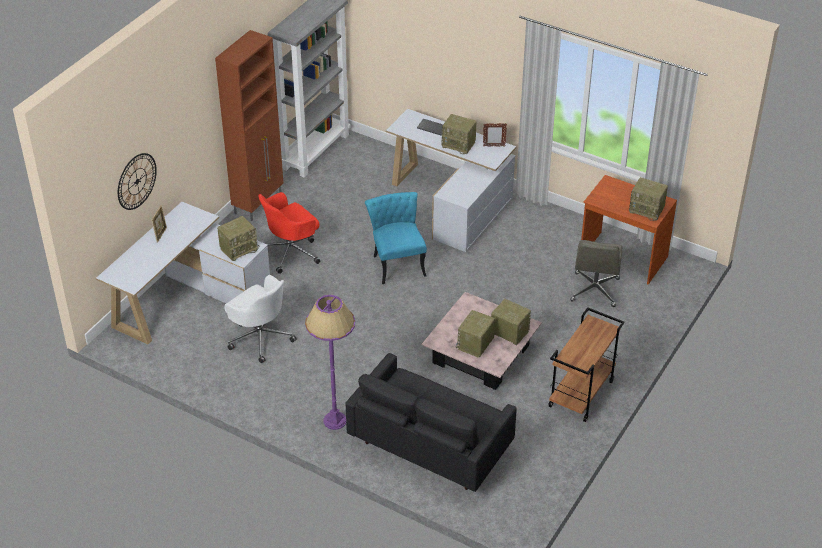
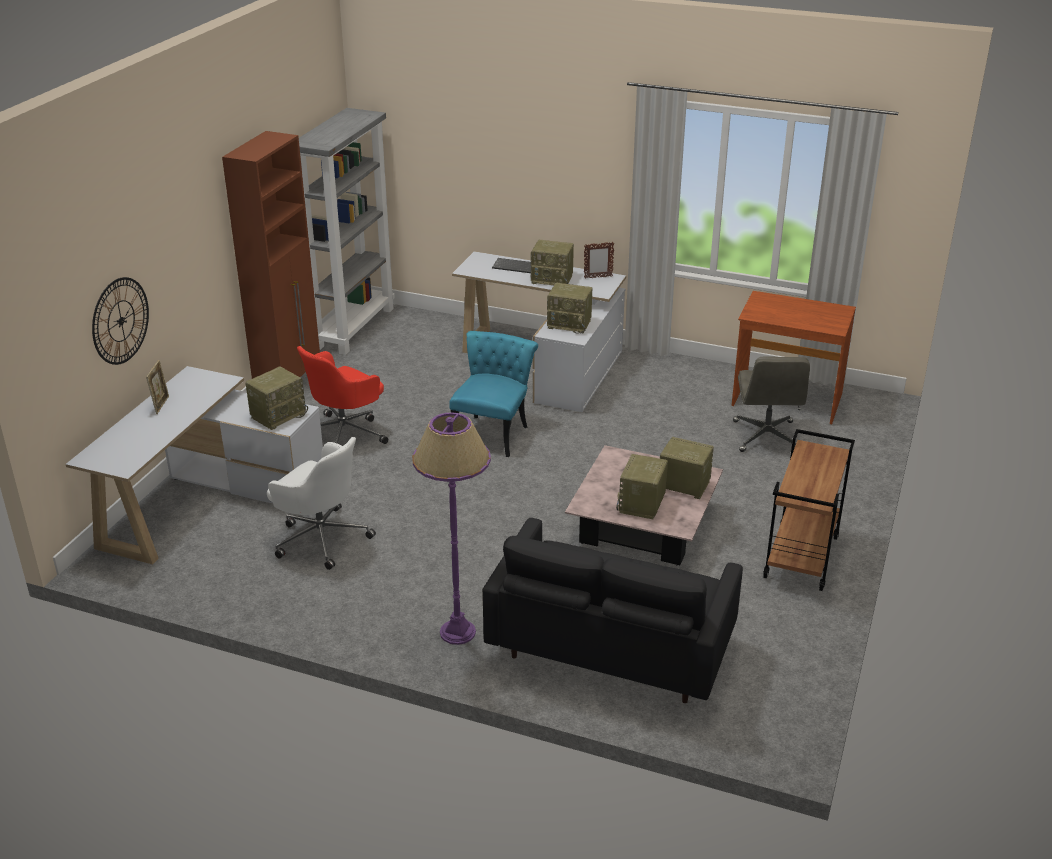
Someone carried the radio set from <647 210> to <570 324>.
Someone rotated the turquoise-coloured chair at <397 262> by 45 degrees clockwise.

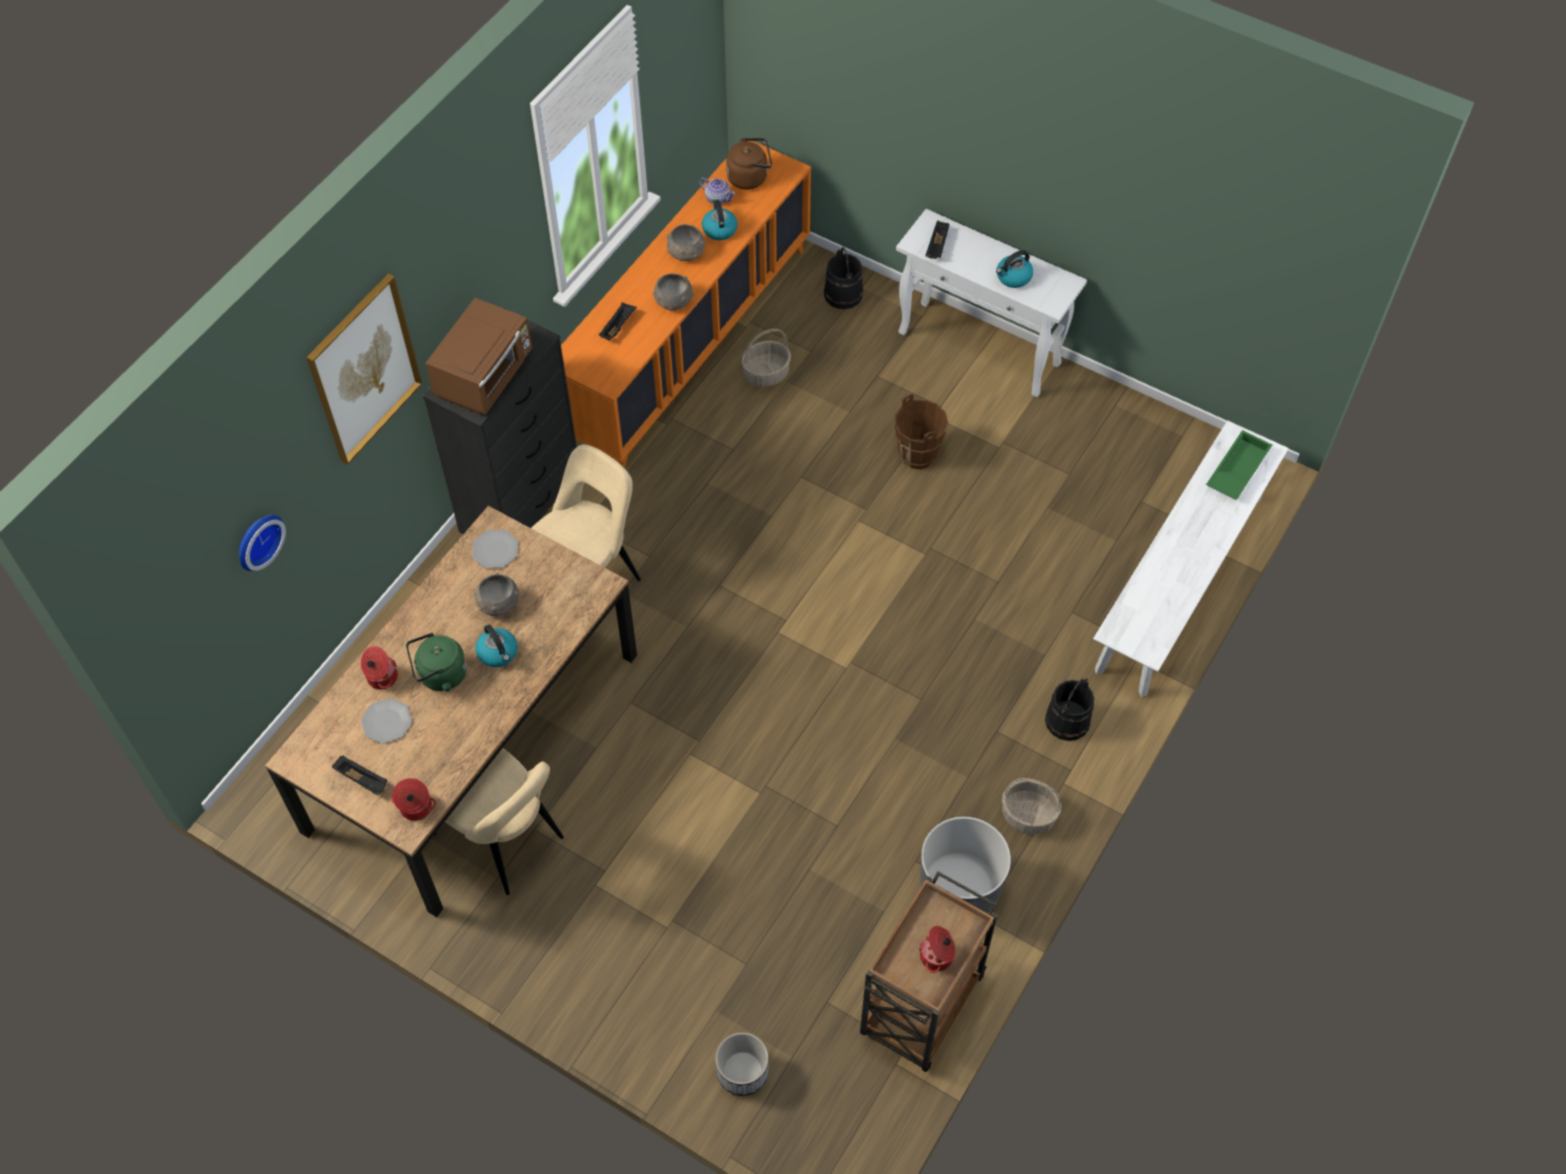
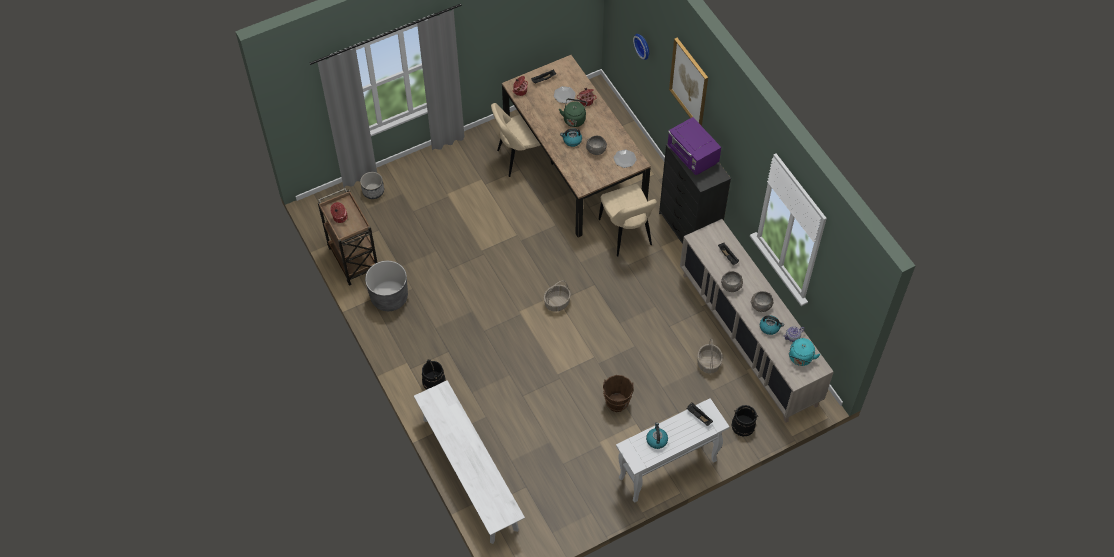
Someone took away the green carrying tray at <1236 469>.
Someone carried the storage basket from <1029 815> to <557 303>.
Someone repainted the brown-coloured microwave at <486 376>, which became the purple-coloured microwave at <692 156>.
Someone repainted the orange storage cabinet at <687 344>, which became the beige storage cabinet at <748 338>.
Someone repainted the brown-coloured kettle at <750 177>, which became the turquoise-coloured kettle at <800 358>.

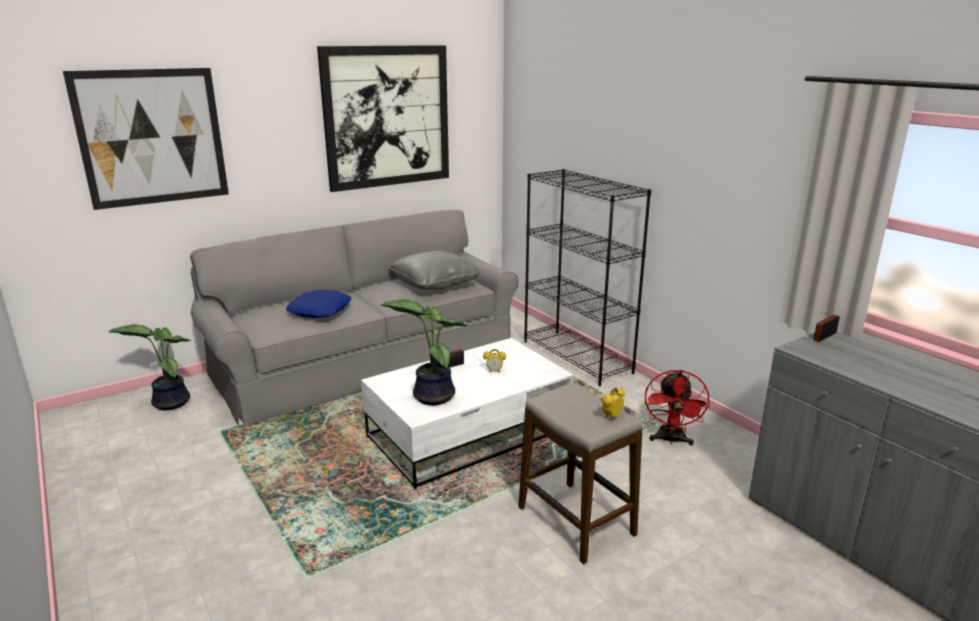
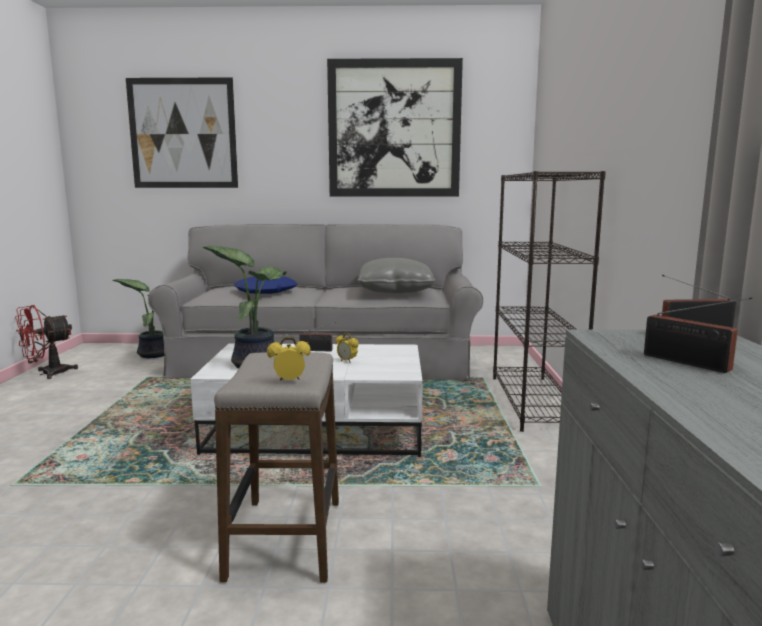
Someone put down the radio set at <690 363>.
Someone carried the red fan from <671 440> to <47 374>.

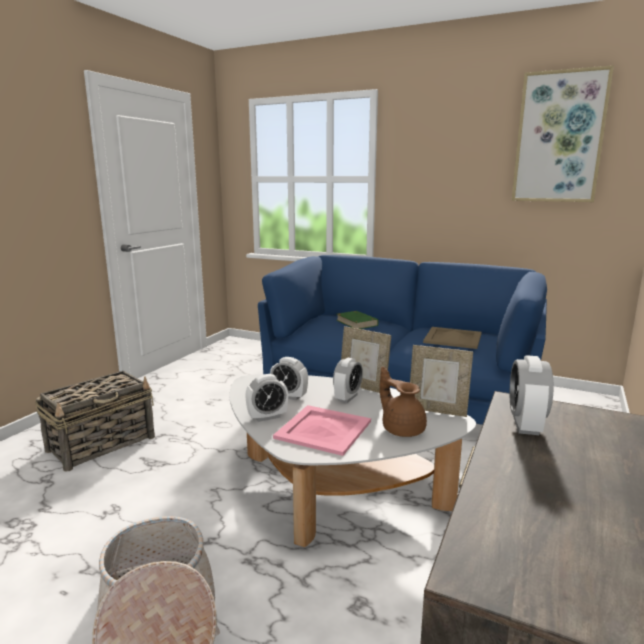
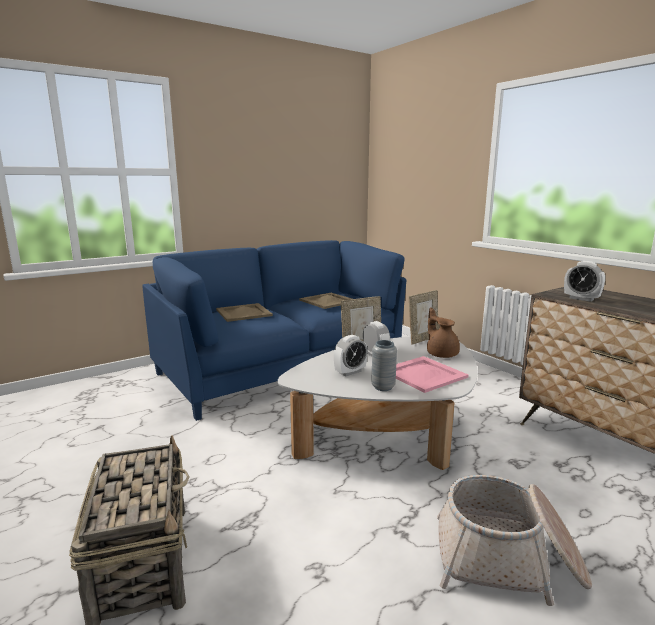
Someone took away the wall picture at <559 137>.
Someone swapped the table clock at <267 417> for the grey flower vase at <383 387>.
Someone swapped the green bound book at <356 323> for the beige carrying tray at <244 312>.
Someone rotated the brown-coloured pot for tea at <402 429> by 75 degrees clockwise.

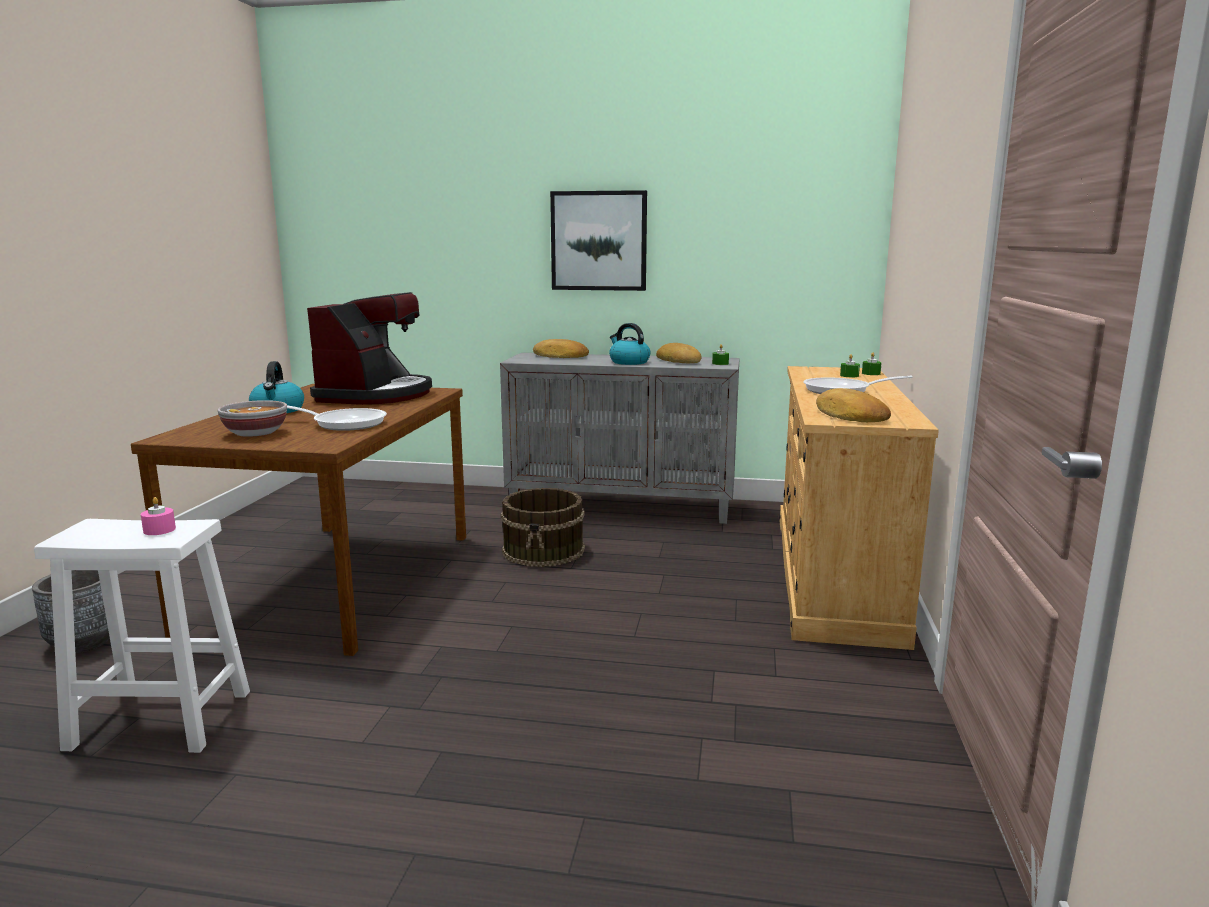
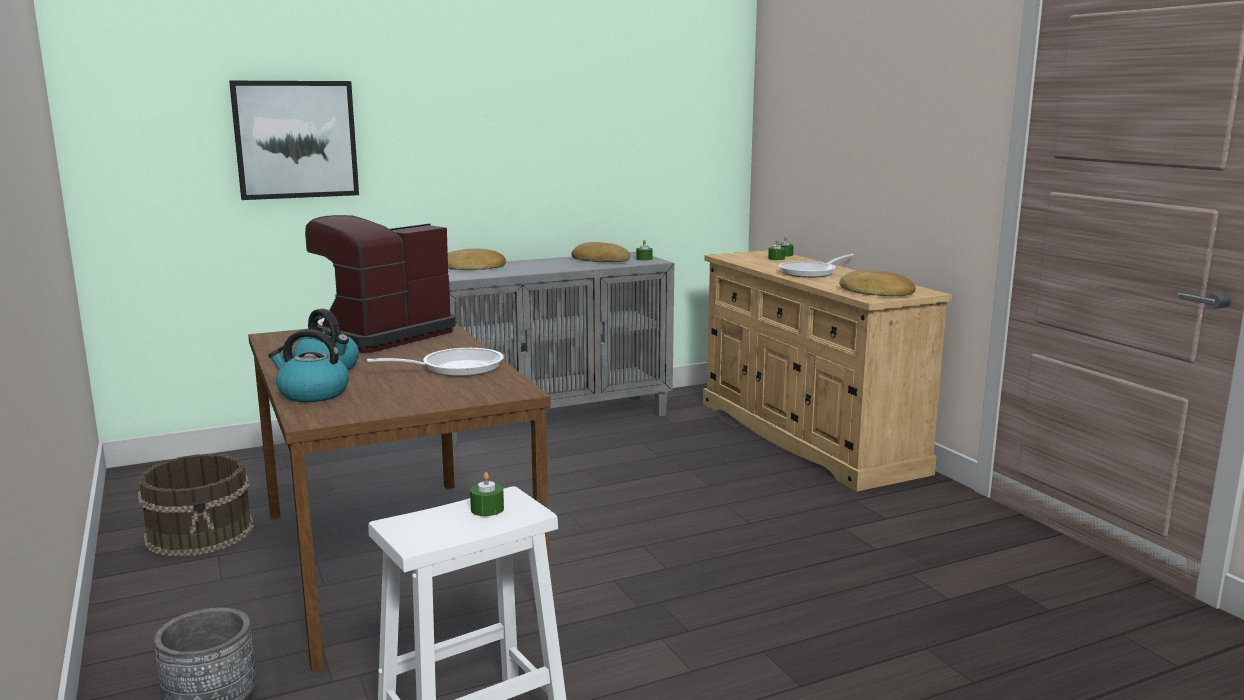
Someone took away the bowl at <256 433>.
Someone carried the brown-coloured bucket from <544 550> to <201 532>.
Someone carried the wall picture from <599 241> to <295 139>.
Someone carried the kettle from <628 362> to <312 394>.
Someone repainted the pink candle at <159 530>, which became the green candle at <487 509>.
Someone rotated the coffee brewer at <376 395> by 120 degrees counterclockwise.

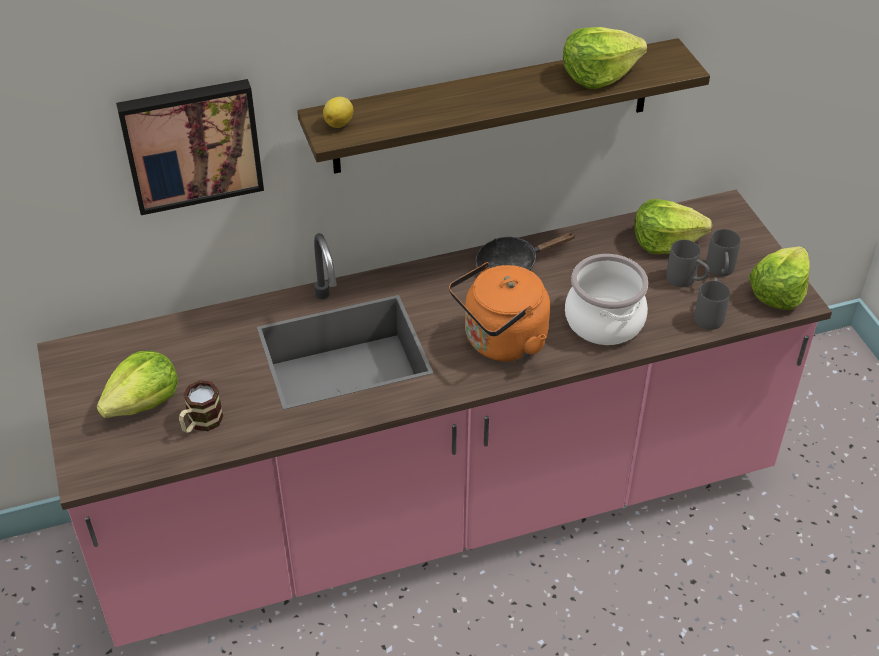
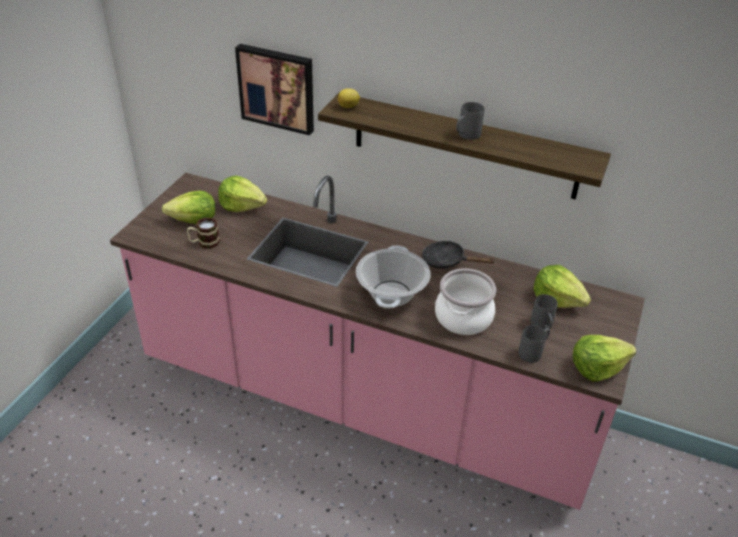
Someone carried the lettuce head from <598 75> to <242 206>.
Someone carried the grey tea mug from <720 272> to <466 136>.
Someone swapped the orange kettle at <501 342> for the cooking pot at <391 293>.

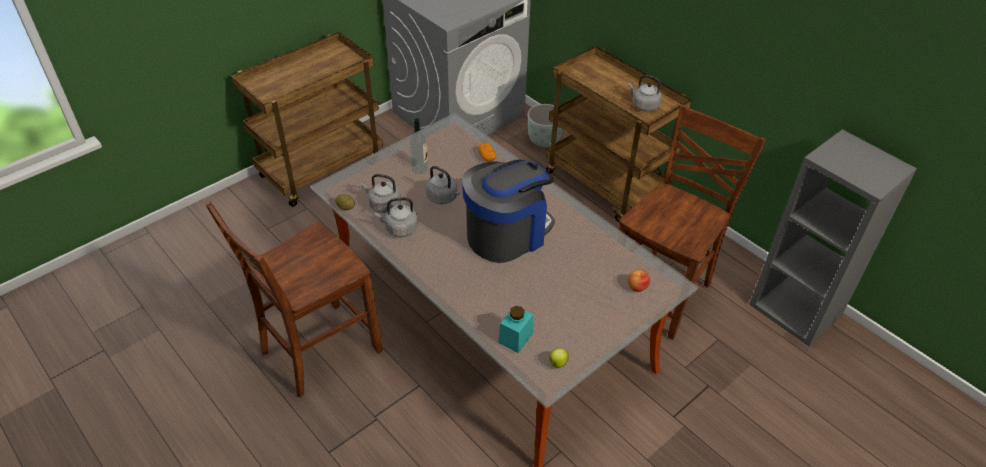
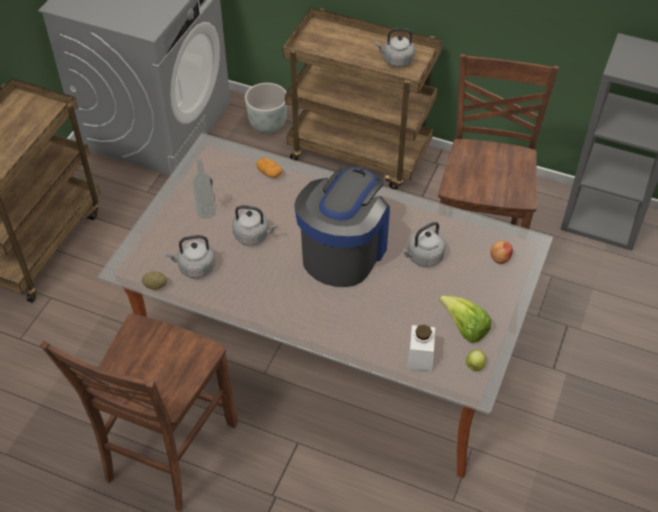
Someone put down the lettuce head at <464 328>.
Someone carried the grey kettle from <399 229> to <423 257>.
Someone repainted the turquoise-coloured jar at <515 337>, which became the white-coloured jar at <420 357>.

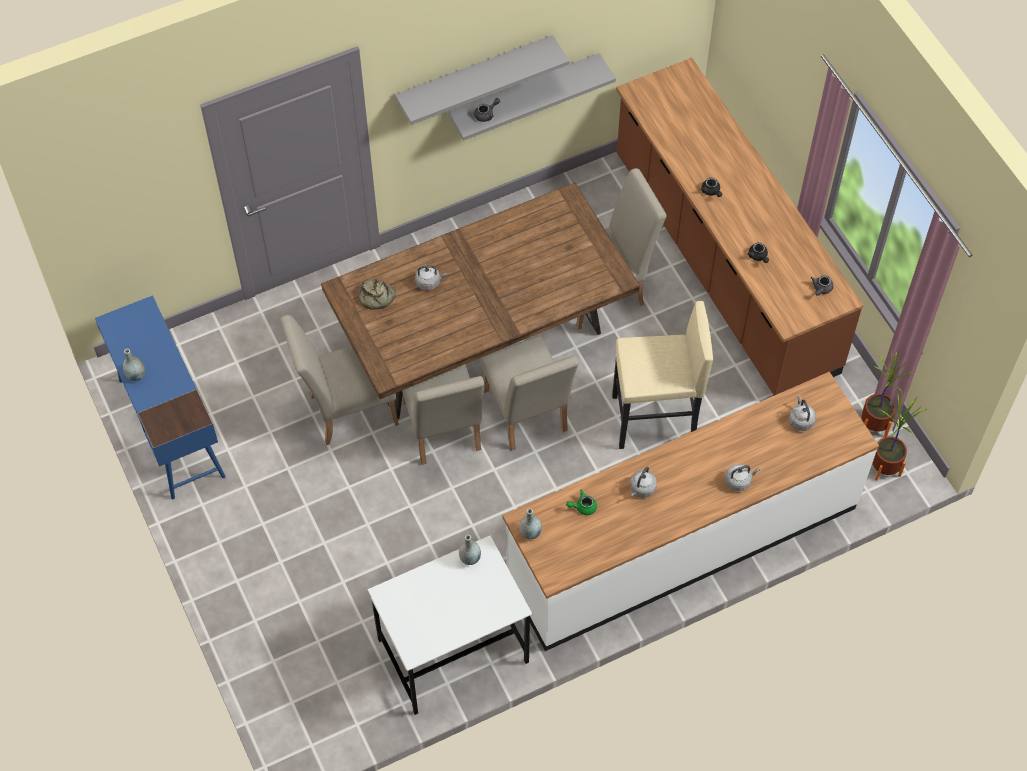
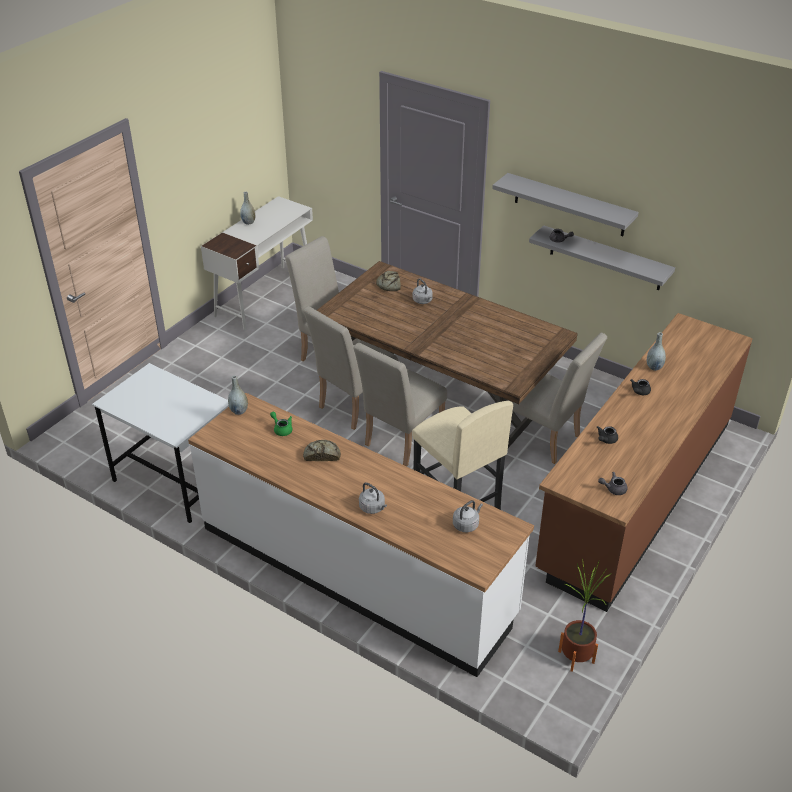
Someone took away the houseplant at <885 467>.
Someone carried the grey flower vase from <470 558> to <654 367>.
Someone swapped the grey kettle at <641 489> for the baked bread at <322 454>.
Someone repainted the blue desk unit at <171 427>, which became the white-coloured desk unit at <265 296>.

